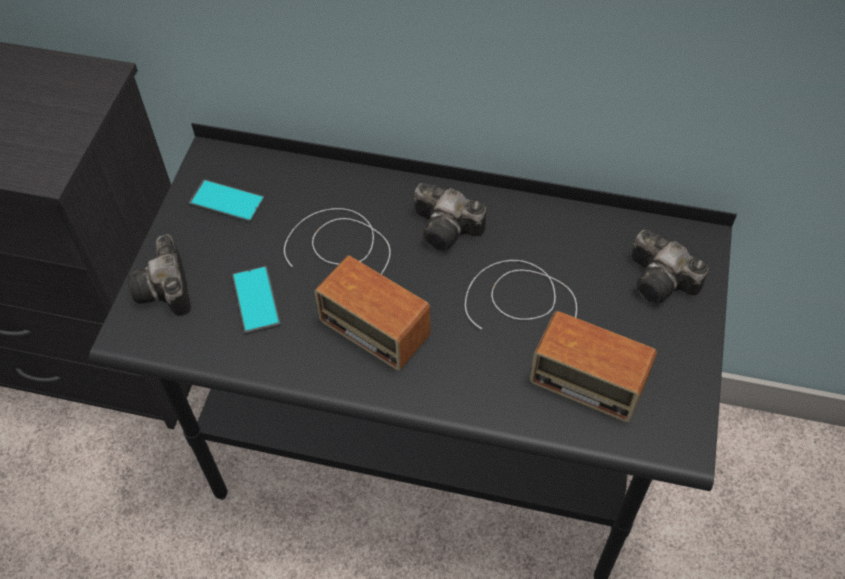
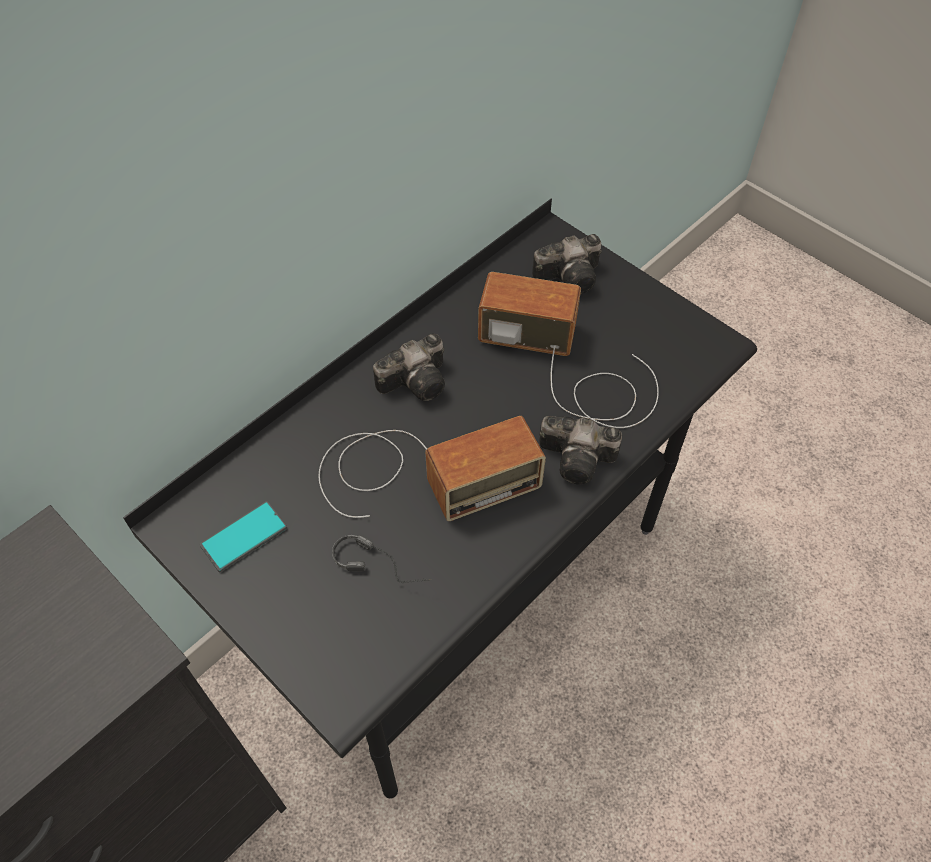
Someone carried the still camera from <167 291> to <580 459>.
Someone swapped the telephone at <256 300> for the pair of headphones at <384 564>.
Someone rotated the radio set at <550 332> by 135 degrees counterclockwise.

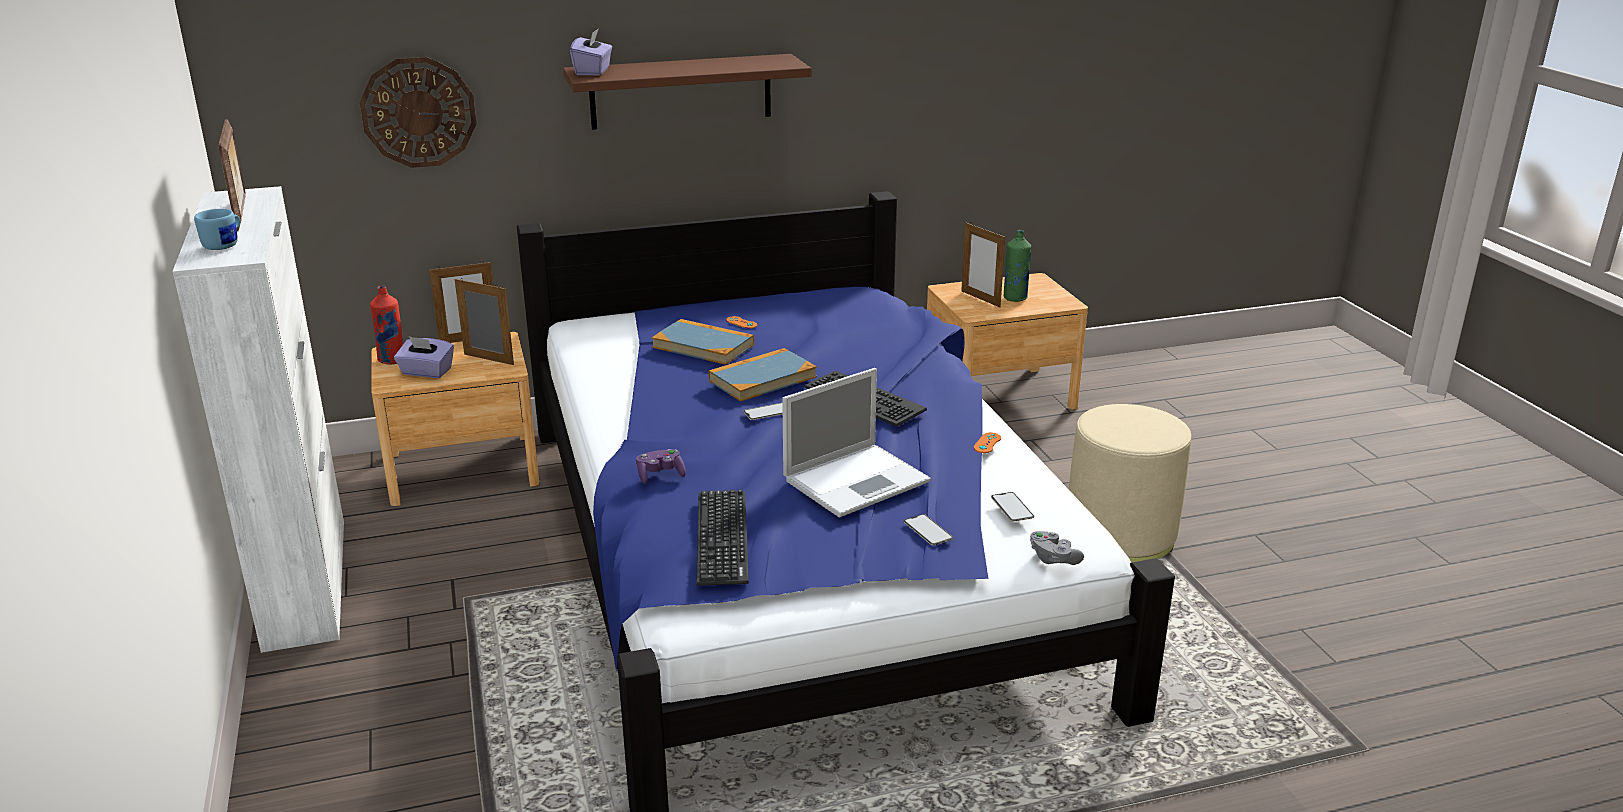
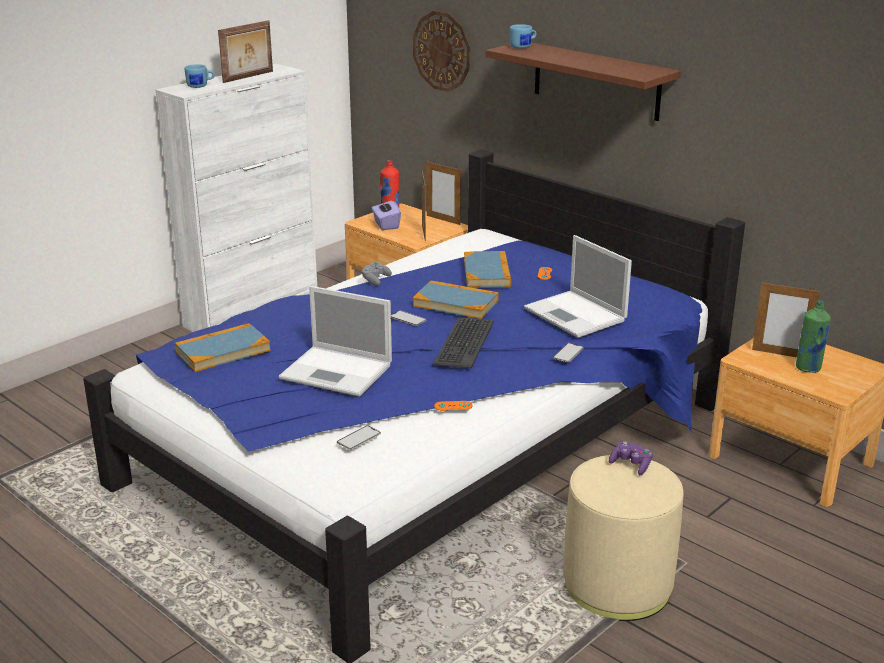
Someone put down the laptop at <576 315>.
Someone carried the purple-coloured game controller from <660 475> to <631 465>.
Someone carried the telephone from <928 530> to <568 353>.
Someone carried the grey game controller from <1053 558> to <375 280>.
Someone swapped the purple-coloured tissue holder at <593 71> for the blue tea mug at <523 47>.
Someone swapped the keyboard at <722 537> for the bound book at <223 351>.
Someone rotated the standing frame at <980 299> by 90 degrees counterclockwise.

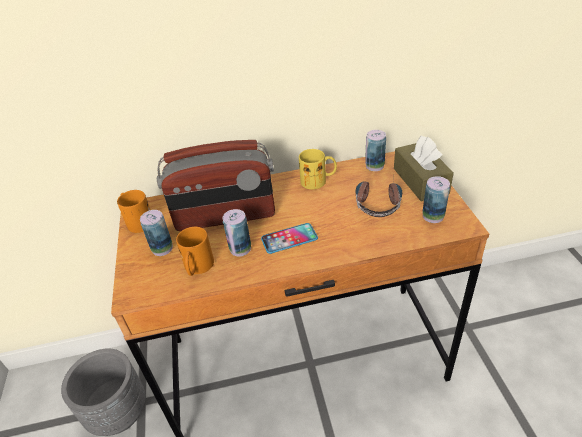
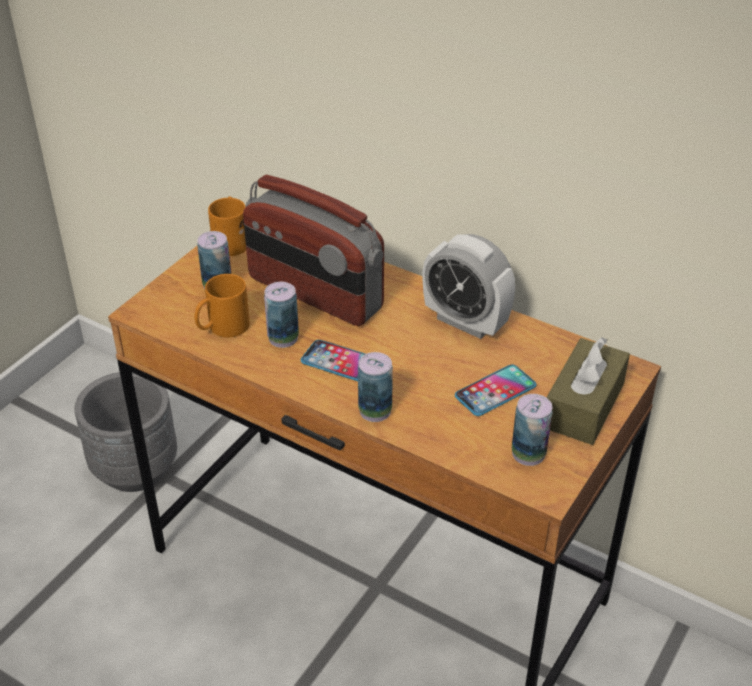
Someone carried the can from <374 166> to <375 411>.
Someone swapped the yellowish tea mug at <318 181> for the table clock at <465 322>.
Someone swapped the pair of headphones at <378 200> for the telephone at <495 391>.

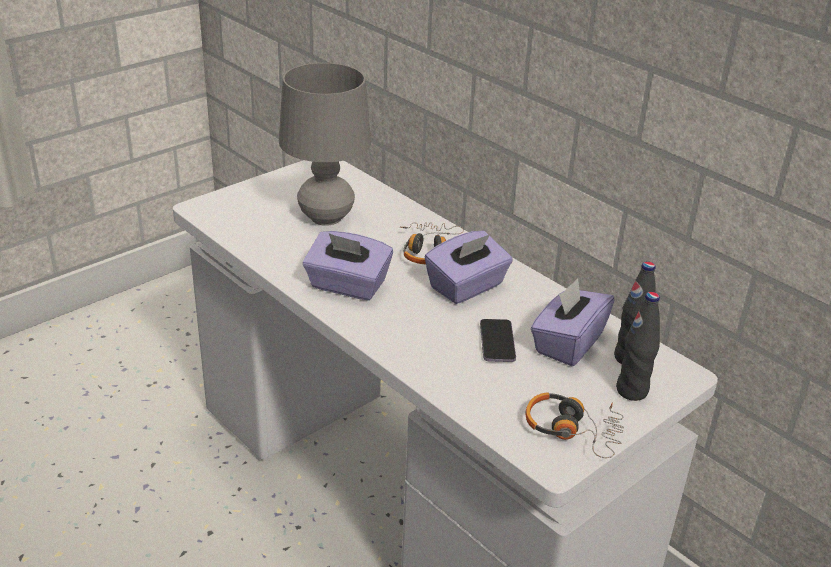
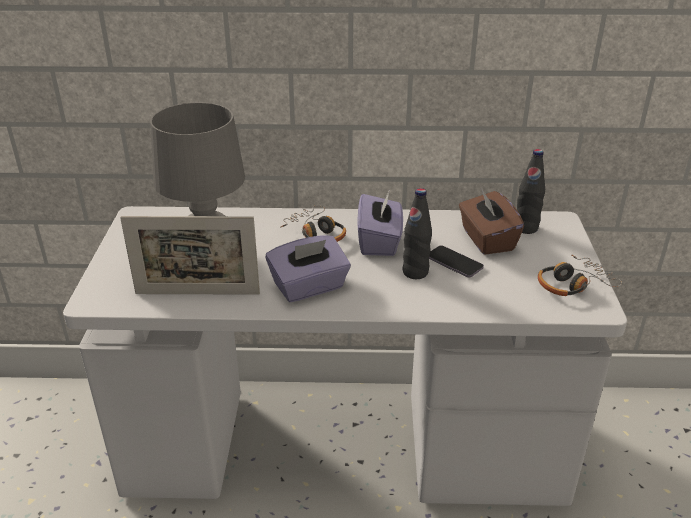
Someone put down the standing frame at <197 293>.
Someone carried the black-coloured drink bottle from <632 391> to <415 272>.
Someone repainted the purple-coloured tissue holder at <567 343>, which became the brown-coloured tissue holder at <486 239>.

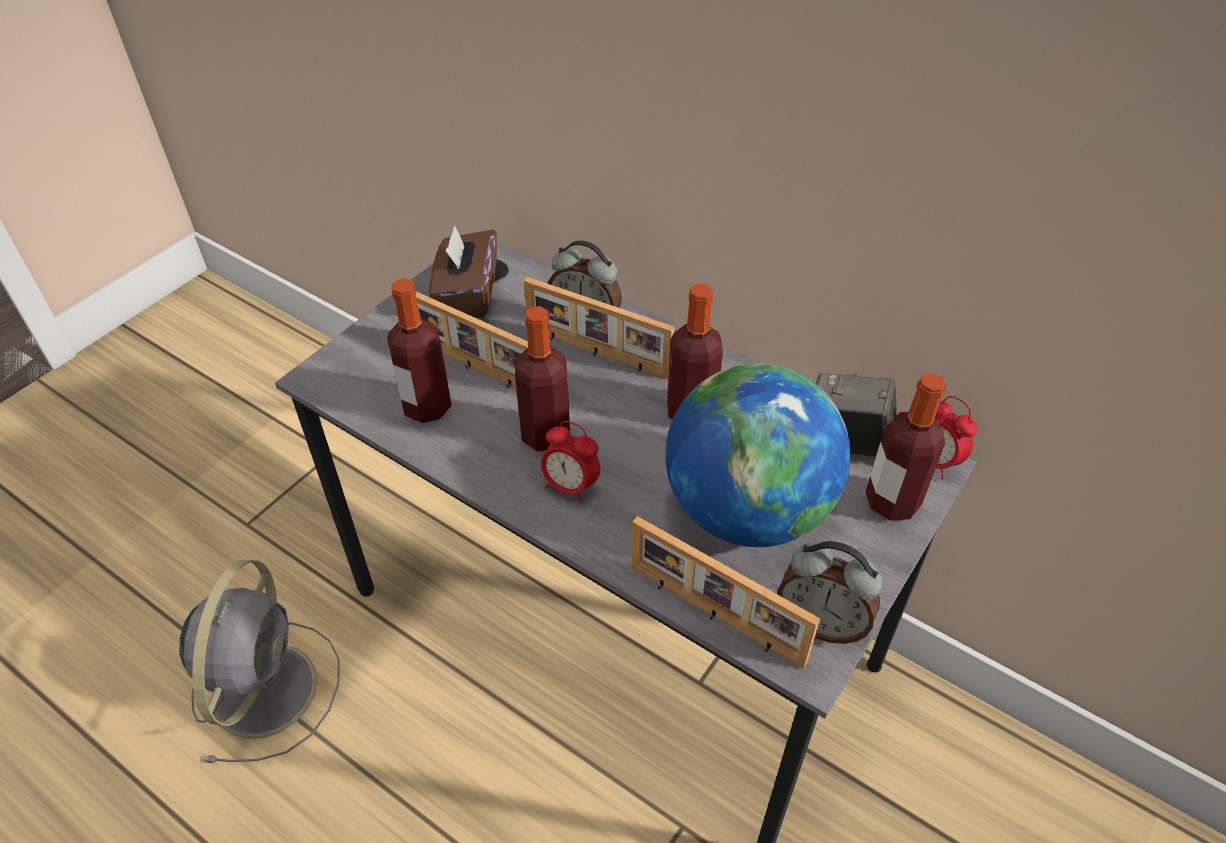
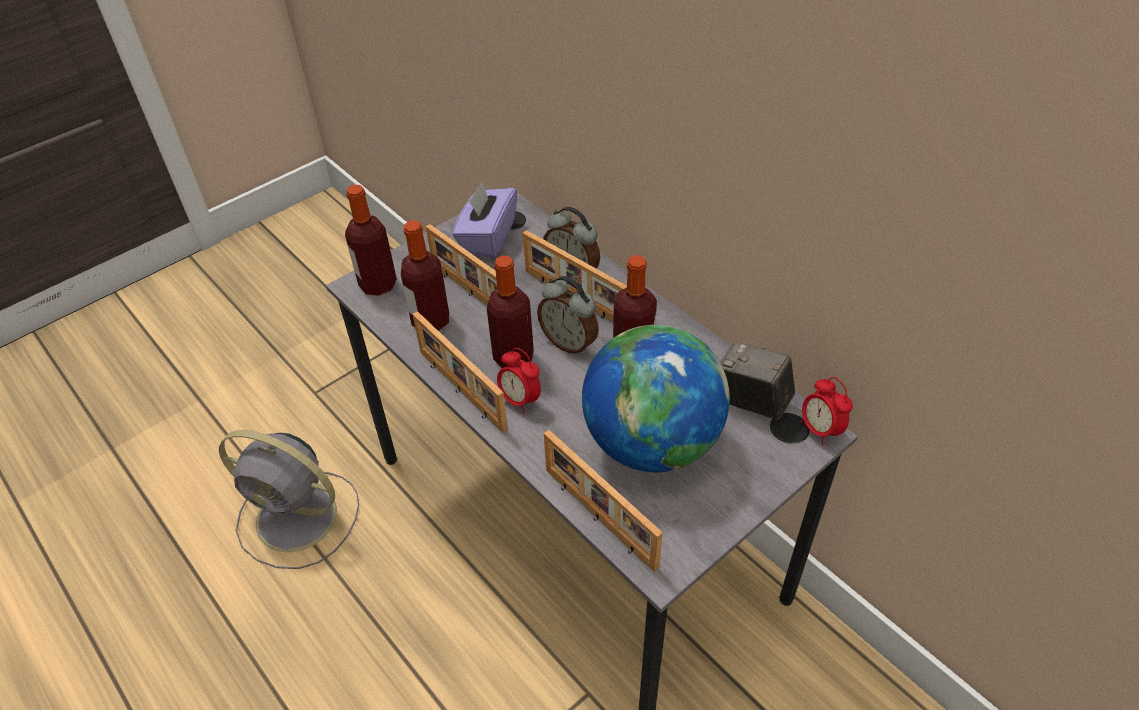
Someone put down the standing frame at <460 391>.
Someone carried the table clock from <821 623> to <569 342>.
Someone carried the drink bottle from <892 502> to <378 284>.
Someone repainted the brown-coloured tissue holder at <467 295>, which became the purple-coloured tissue holder at <487 237>.
Someone rotated the grey fan at <266 686> by 90 degrees clockwise.

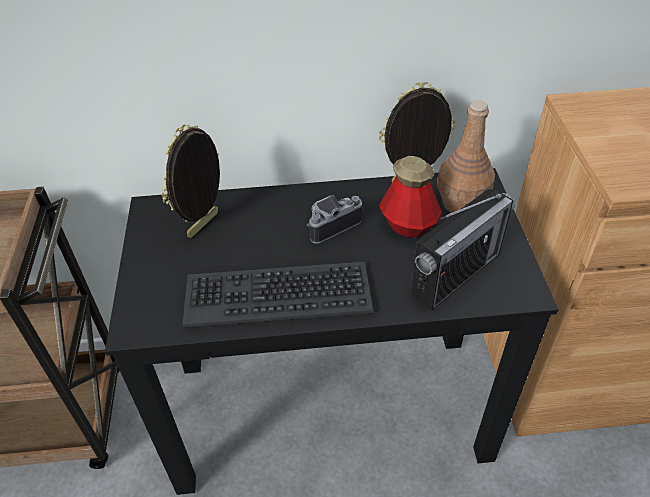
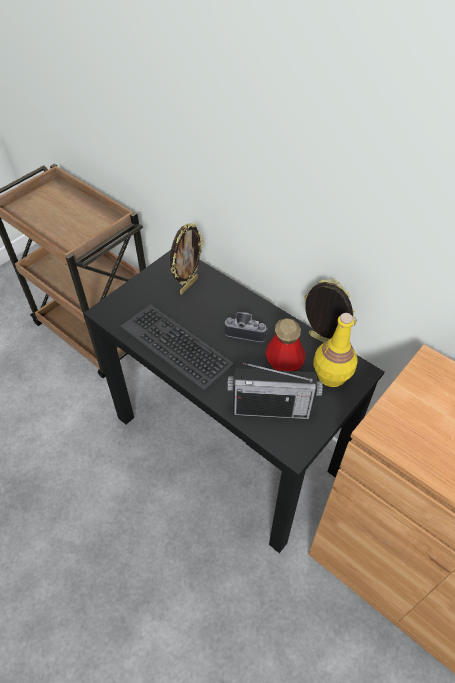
Someone repainted the brown-coloured drink bottle at <460 203>, which became the yellowish drink bottle at <331 375>.
Someone rotated the standing frame at <204 226> by 135 degrees clockwise.

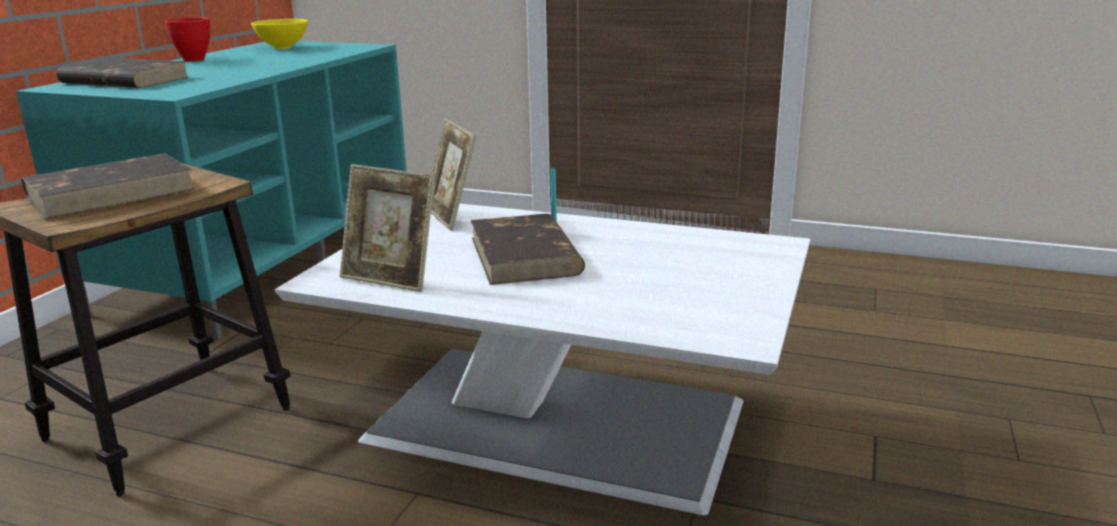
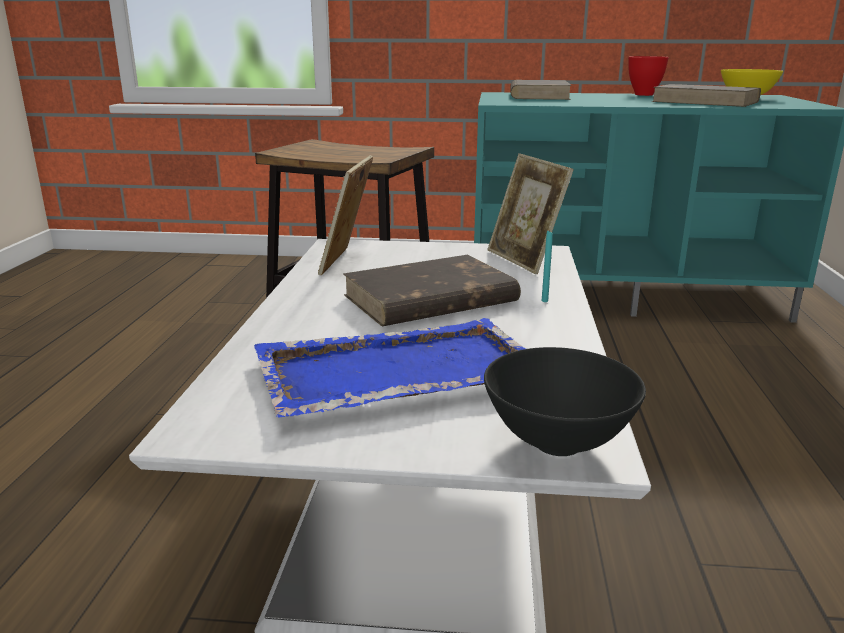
Someone put down the blue carrying tray at <396 372>.
Someone put down the black-coloured bowl at <557 442>.
Someone carried the brown-coloured bound book from <112 192> to <706 102>.
Someone rotated the standing frame at <451 216> by 75 degrees counterclockwise.

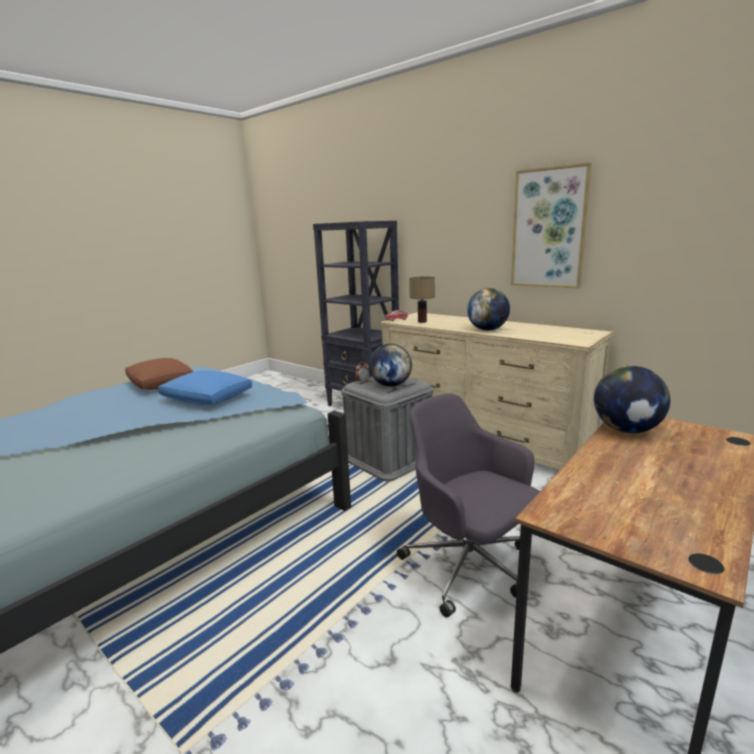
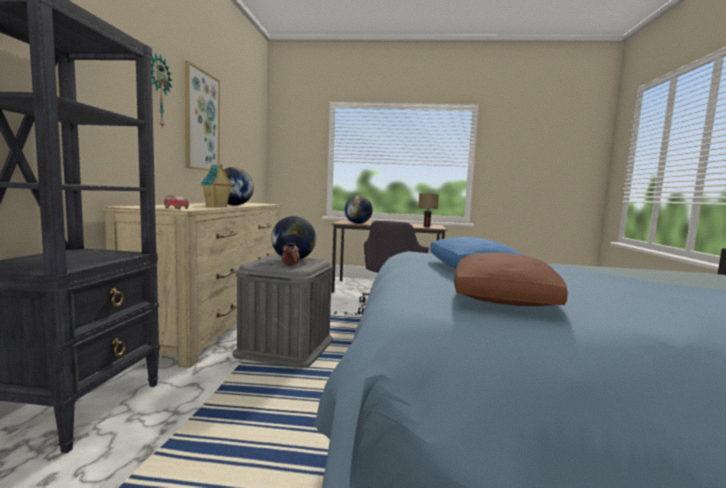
Someone put up the clock on the wall at <158 91>.
Someone put down the model house at <216 206>.
Someone carried the table lamp from <422 321> to <426 227>.

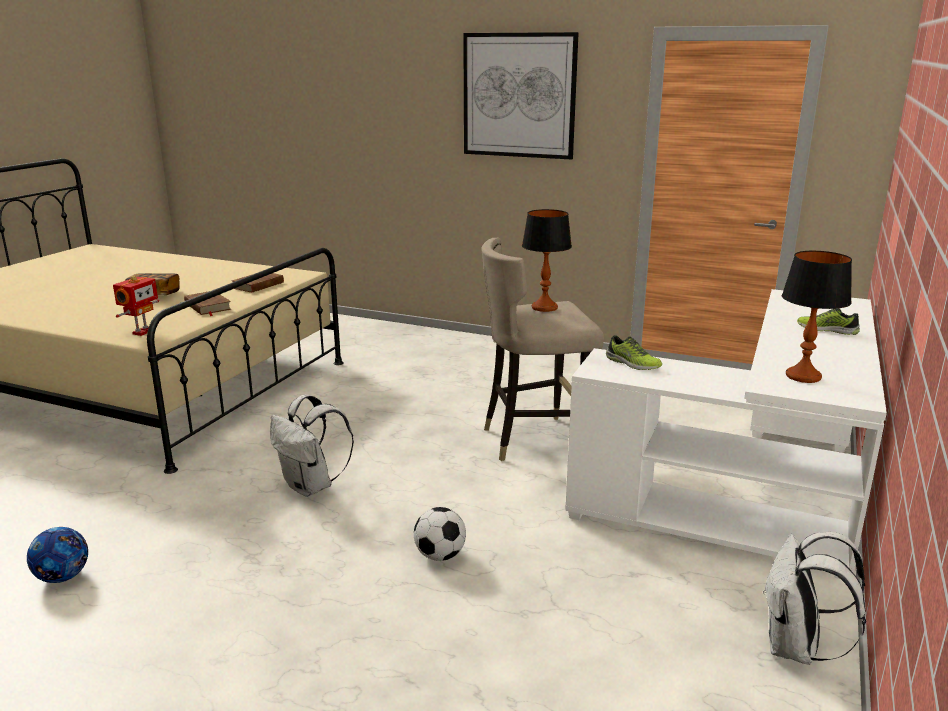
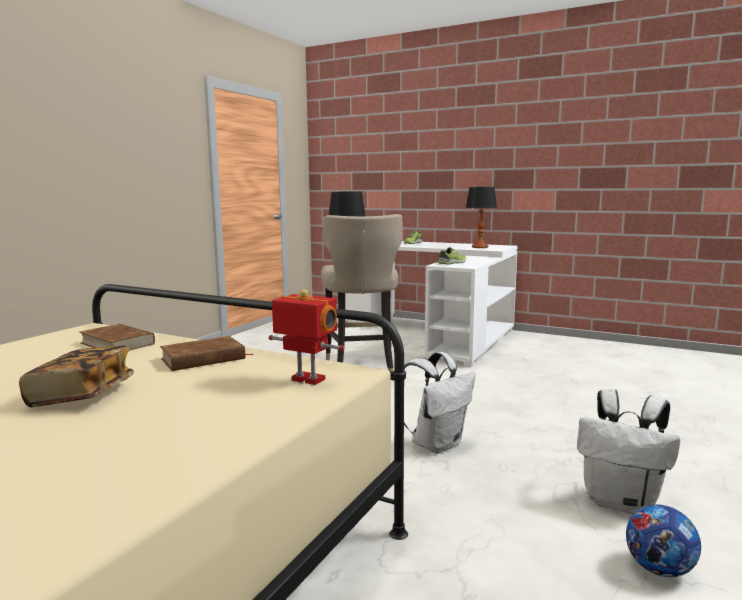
Someone took away the football at <440 555>.
Someone took away the wall picture at <519 96>.
Someone carried the white-coloured knapsack from <796 648> to <621 502>.

